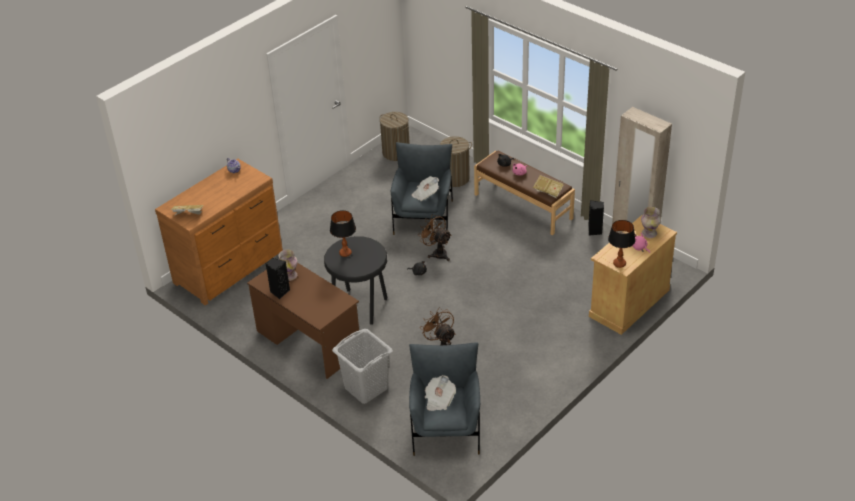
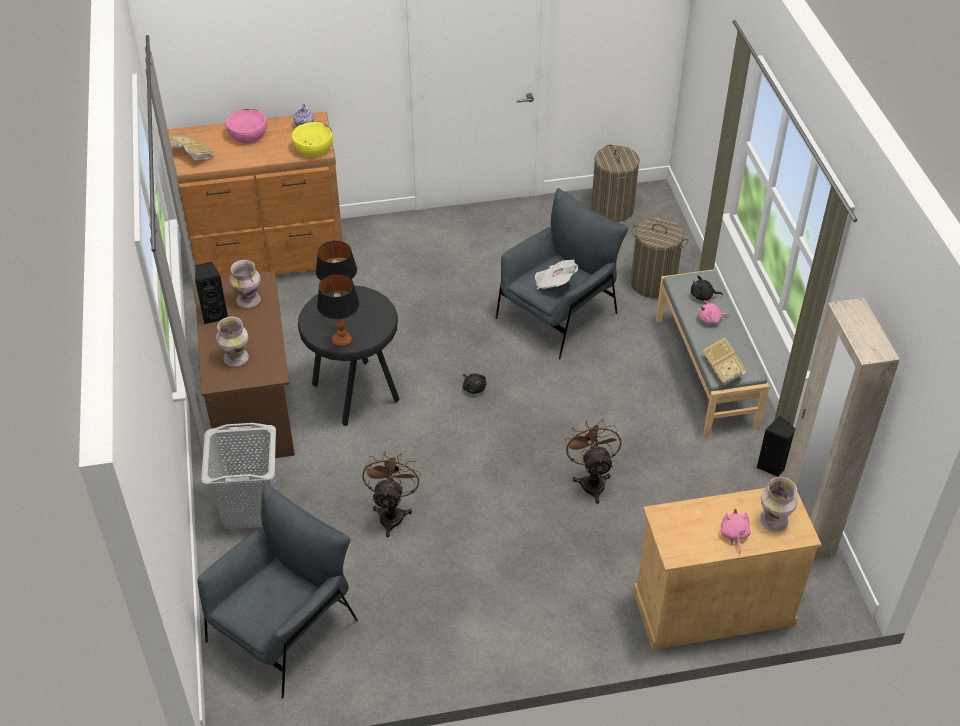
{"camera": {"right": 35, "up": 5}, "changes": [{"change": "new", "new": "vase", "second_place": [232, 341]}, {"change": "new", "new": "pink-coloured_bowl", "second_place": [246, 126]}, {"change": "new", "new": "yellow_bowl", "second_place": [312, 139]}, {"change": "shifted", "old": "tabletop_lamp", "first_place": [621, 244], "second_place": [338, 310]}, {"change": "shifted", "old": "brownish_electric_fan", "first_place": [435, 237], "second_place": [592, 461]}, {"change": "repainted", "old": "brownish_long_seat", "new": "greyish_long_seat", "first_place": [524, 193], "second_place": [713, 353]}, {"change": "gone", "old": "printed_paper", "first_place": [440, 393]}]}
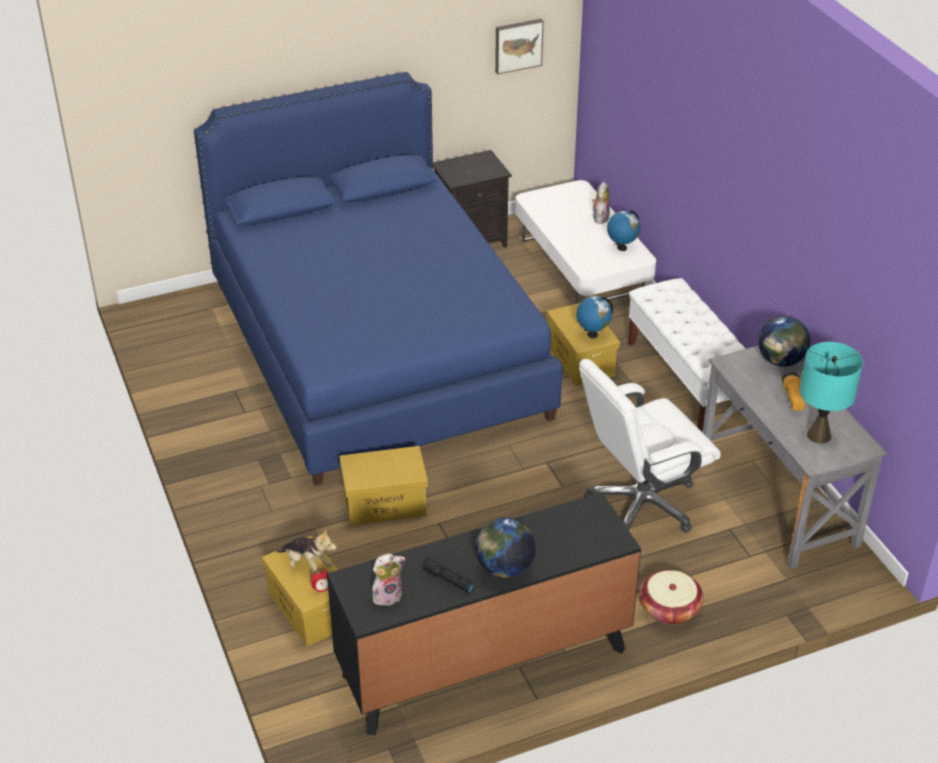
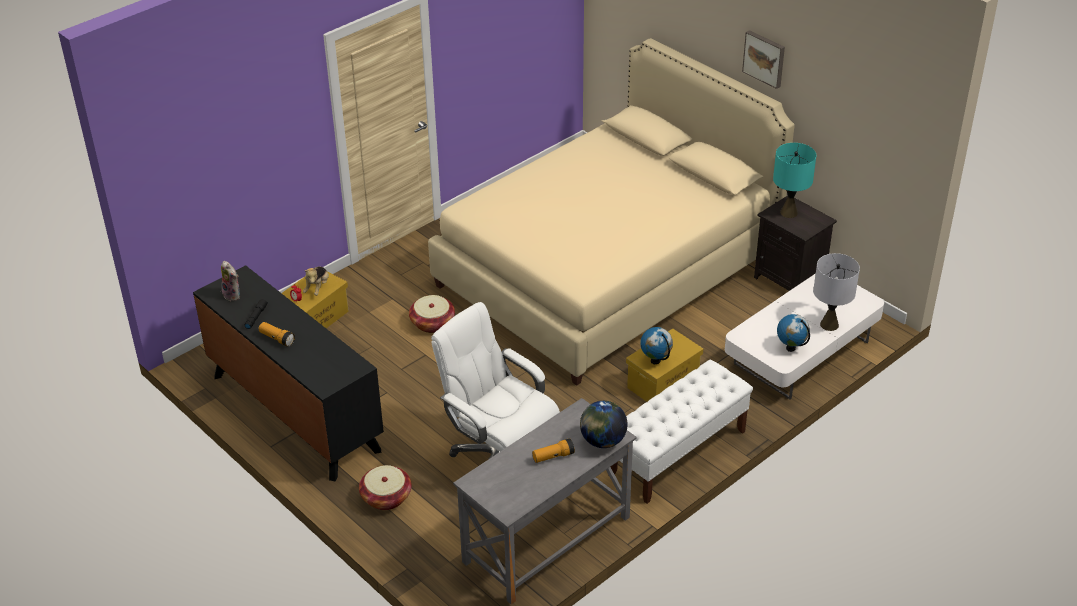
{"camera": {"right": 70, "up": 0}, "changes": [{"change": "swapped", "old": "world_globe", "new": "hand_torch", "first_place": [506, 548], "second_place": [277, 334]}, {"change": "swapped", "old": "yellow_storage_container", "new": "household_basket", "first_place": [383, 485], "second_place": [432, 314]}, {"change": "repainted", "old": "blue_sleeping_bed", "new": "beige_sleeping_bed", "first_place": [378, 278], "second_place": [611, 212]}, {"change": "shifted", "old": "picture", "first_place": [519, 46], "second_place": [763, 59]}, {"change": "shifted", "old": "turquoise-coloured_tabletop_lamp", "first_place": [831, 393], "second_place": [794, 180]}, {"change": "swapped", "old": "plush_toy", "new": "greyish_tabletop_lamp", "first_place": [601, 203], "second_place": [836, 292]}]}
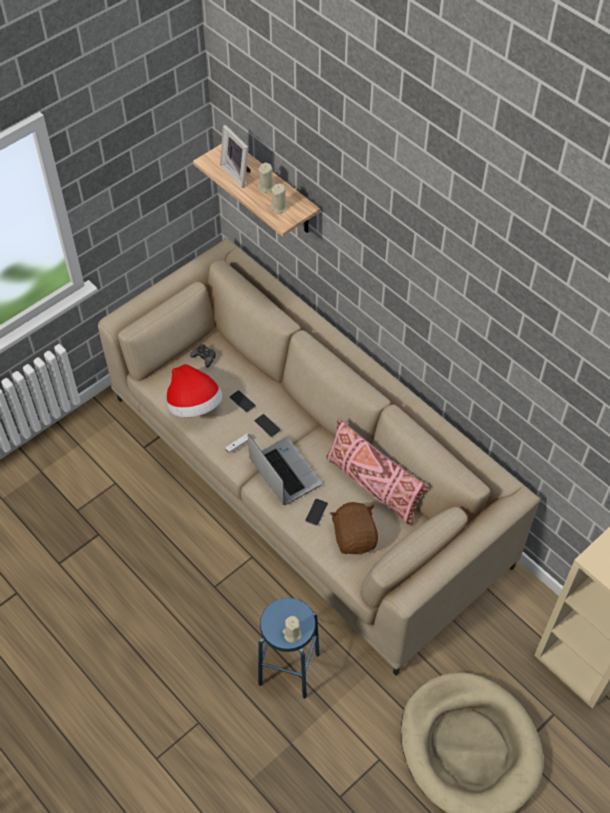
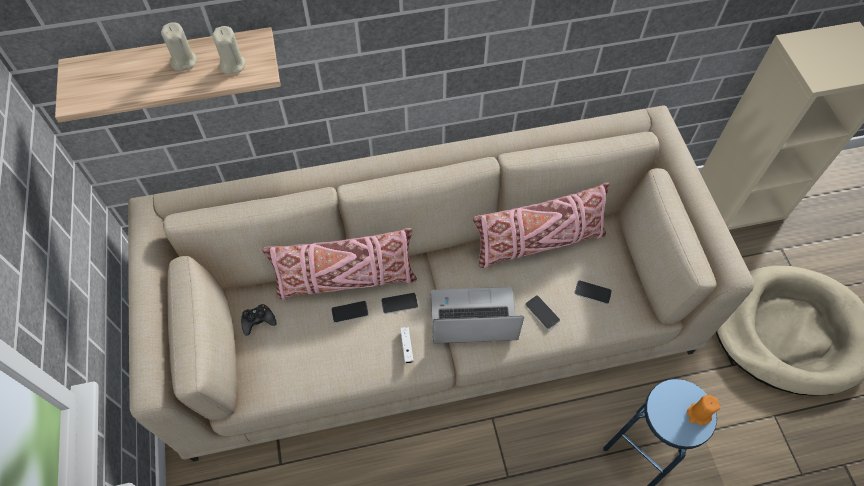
{"camera": {"right": -60, "up": 5}, "changes": [{"change": "new", "new": "pink-coloured_throw_pillow", "second_place": [339, 264]}, {"change": "swapped", "old": "brownish_plush_toy", "new": "telephone", "first_place": [354, 528], "second_place": [593, 292]}, {"change": "repainted", "old": "beige_candle", "new": "orange-coloured_candle", "first_place": [292, 629], "second_place": [703, 410]}, {"change": "gone", "old": "hat", "first_place": [194, 391]}, {"change": "gone", "old": "picture_frame", "first_place": [235, 156]}]}
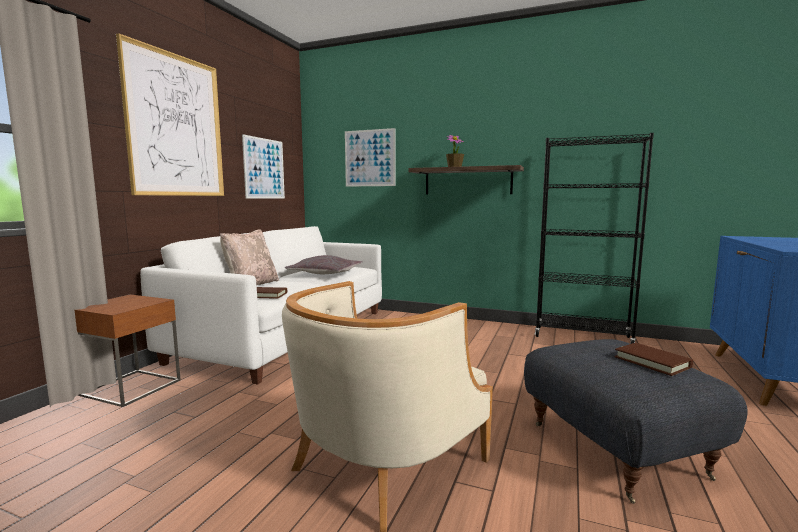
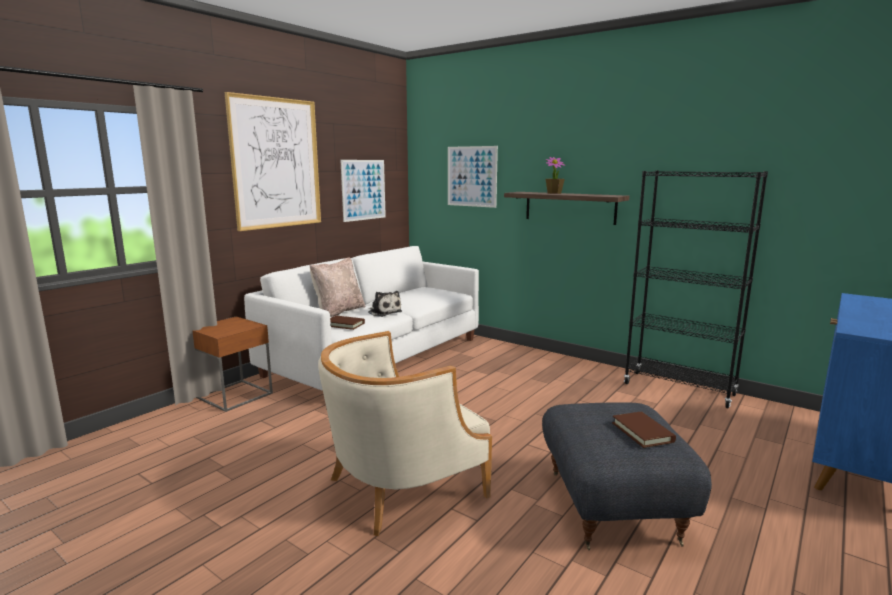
{"camera": {"right": 15, "up": 5}, "changes": [{"change": "new", "new": "plush_toy", "second_place": [385, 304]}, {"change": "gone", "old": "greyish_throw_pillow", "first_place": [324, 264]}]}
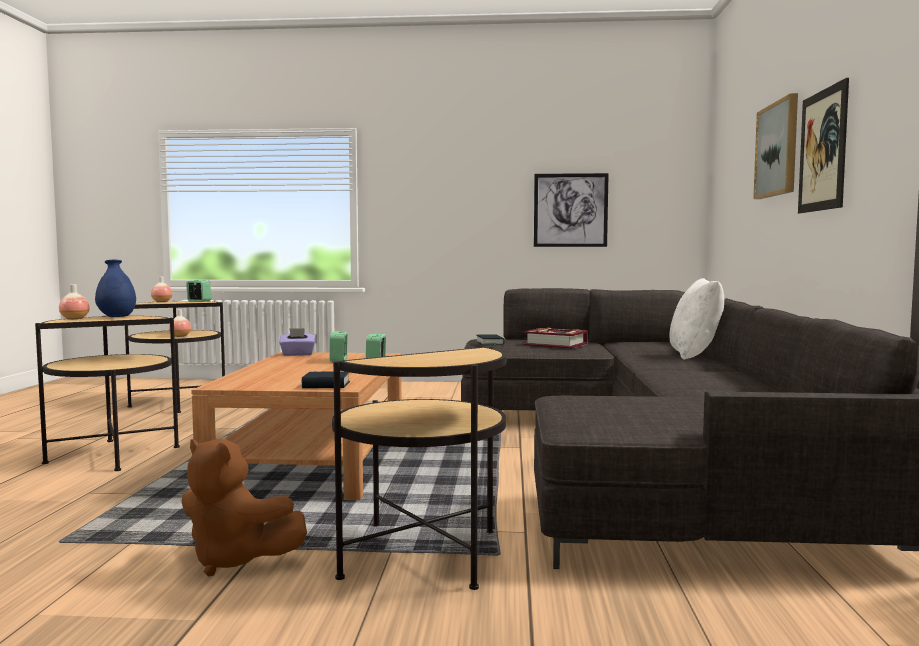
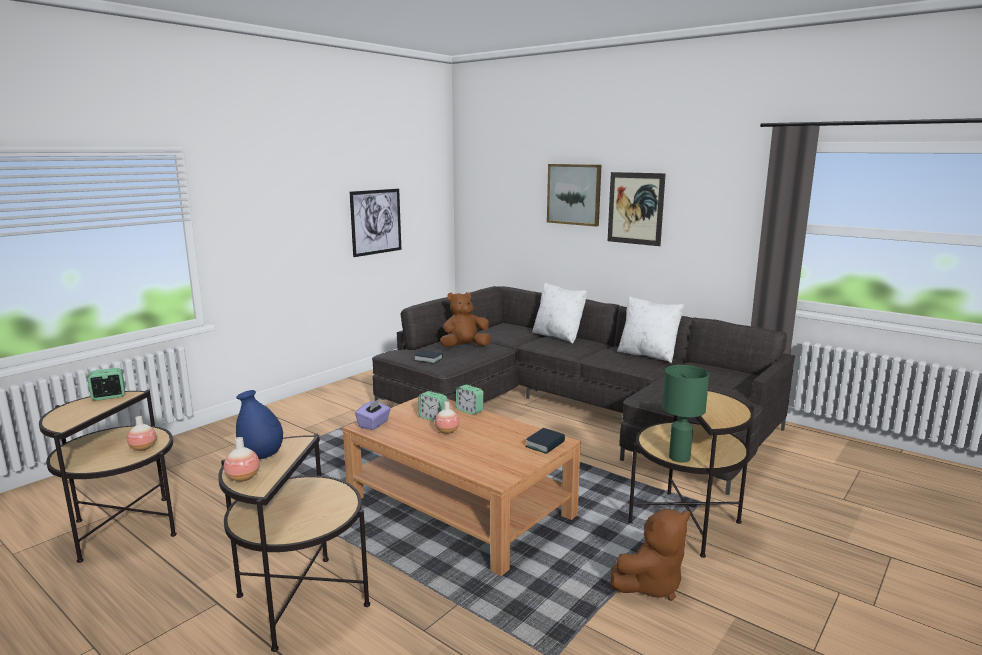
{"camera": {"right": -55, "up": 10}, "changes": [{"change": "shifted", "old": "vase", "first_place": [161, 289], "second_place": [447, 417]}, {"change": "swapped", "old": "book", "new": "brownish_plush_toy", "first_place": [556, 338], "second_place": [465, 319]}, {"change": "new", "new": "white-coloured_throw_pillow", "second_place": [650, 329]}, {"change": "new", "new": "greenish_tabletop_lamp", "second_place": [685, 414]}]}
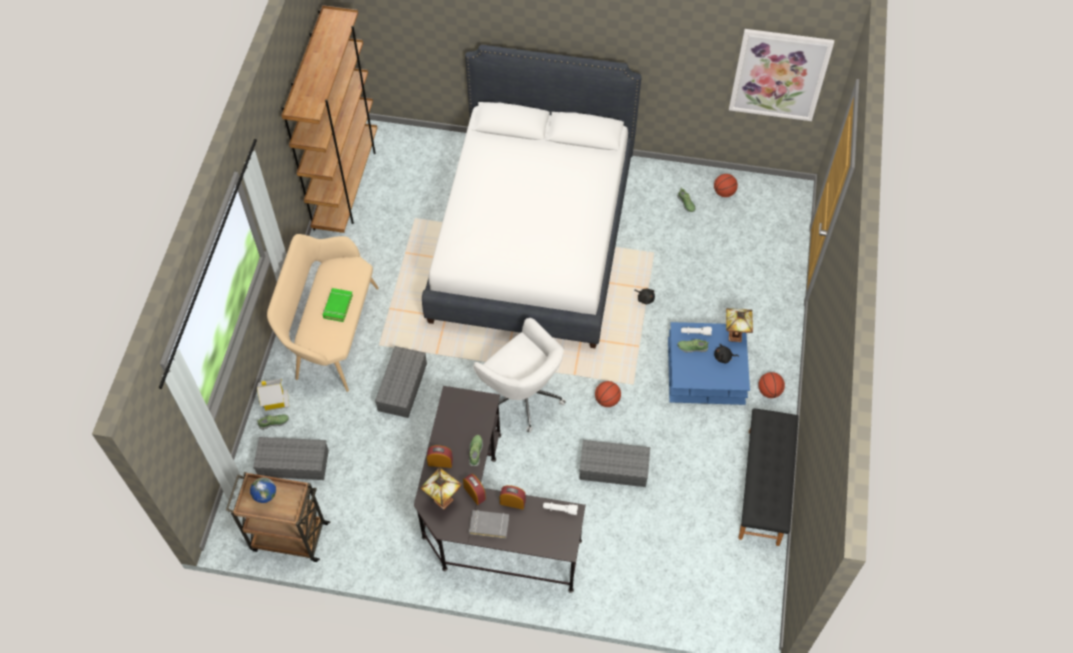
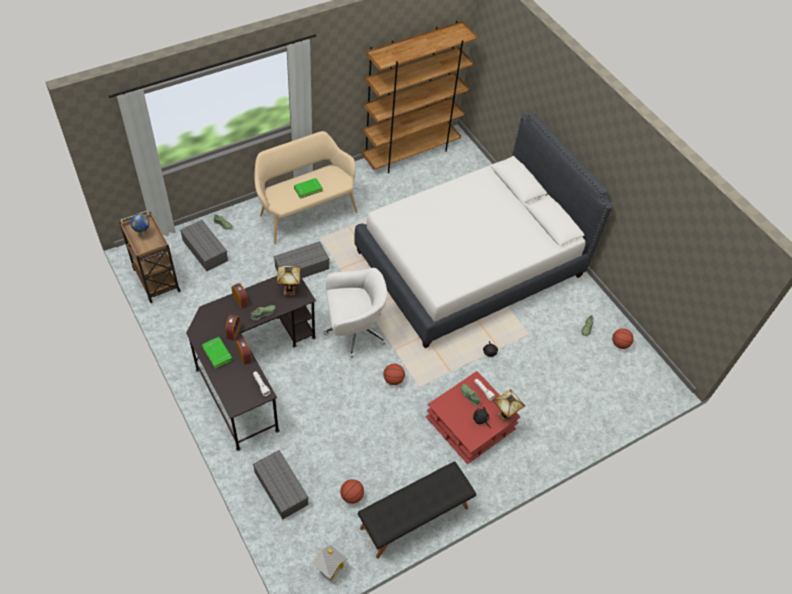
{"camera": {"right": 45, "up": -5}, "changes": [{"change": "repainted", "old": "greyish_book", "new": "greenish_book", "first_place": [489, 524], "second_place": [217, 353]}, {"change": "shifted", "old": "greyish_storage_container", "first_place": [614, 463], "second_place": [280, 485]}, {"change": "shifted", "old": "tabletop_lamp", "first_place": [441, 488], "second_place": [289, 281]}, {"change": "shifted", "old": "miniature_house", "first_place": [273, 395], "second_place": [330, 564]}, {"change": "rotated", "old": "white-coloured_computer_chair", "first_place": [519, 375], "second_place": [355, 313], "degrees": -105}, {"change": "shifted", "old": "basketball", "first_place": [771, 385], "second_place": [352, 491]}, {"change": "repainted", "old": "blue_coffee_table", "new": "reddish_coffee_table", "first_place": [709, 363], "second_place": [472, 417]}, {"change": "gone", "old": "picture", "first_place": [781, 75]}]}
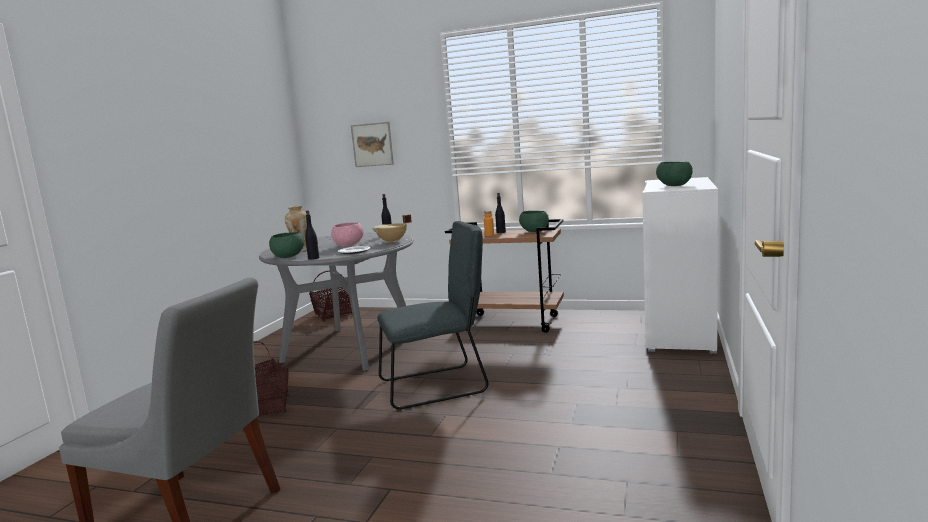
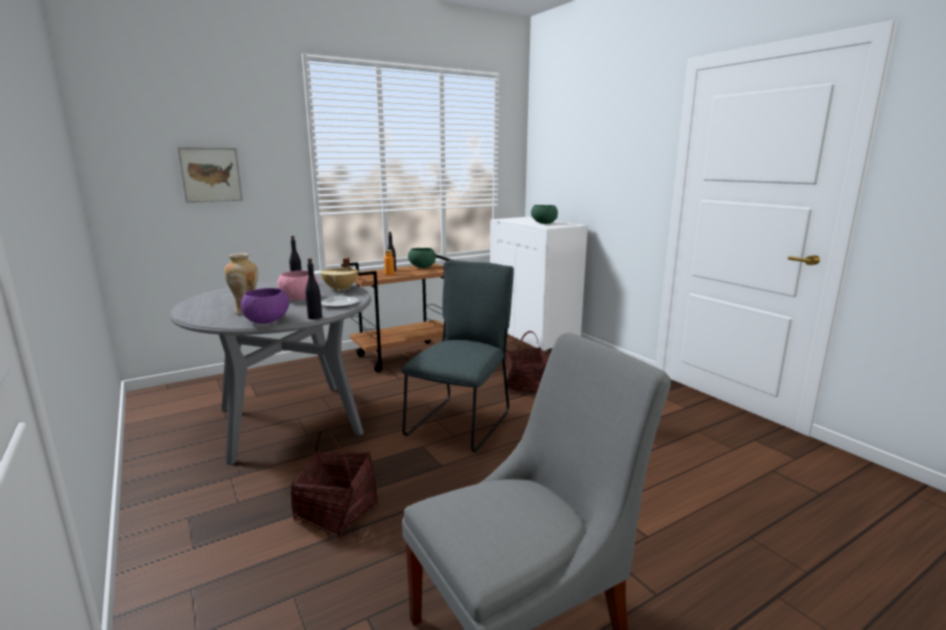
{"camera": {"right": -50, "up": 5}, "changes": [{"change": "repainted", "old": "greenish_bowl", "new": "purple_bowl", "first_place": [286, 245], "second_place": [265, 306]}, {"change": "shifted", "old": "household_basket", "first_place": [331, 296], "second_place": [527, 362]}]}
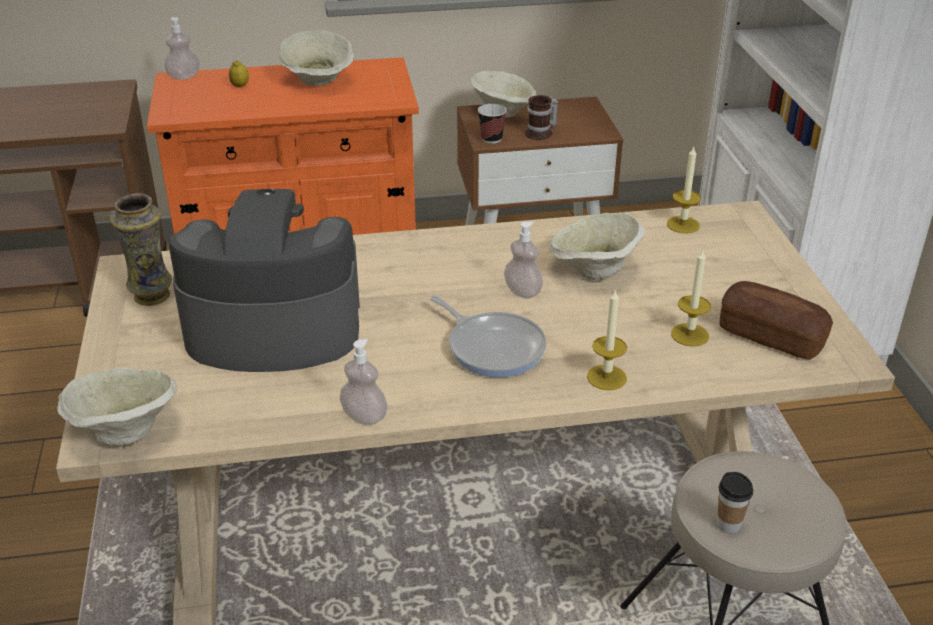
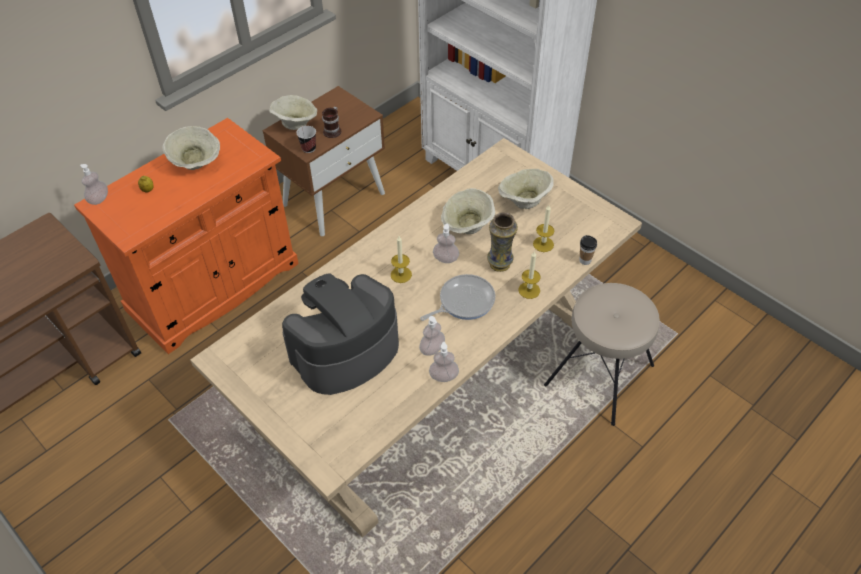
{"camera": {"right": -35, "up": 15}, "changes": [{"change": "shifted", "old": "candle", "first_place": [684, 190], "second_place": [401, 259]}, {"change": "new", "new": "soap_bottle", "second_place": [432, 336]}, {"change": "rotated", "old": "skillet", "first_place": [488, 336], "second_place": [457, 297], "degrees": -45}, {"change": "shifted", "old": "vase", "first_place": [141, 249], "second_place": [502, 242]}, {"change": "shifted", "old": "beige_bowl", "first_place": [117, 407], "second_place": [526, 189]}, {"change": "shifted", "old": "small_cup", "first_place": [735, 503], "second_place": [588, 250]}, {"change": "gone", "old": "baked_bread", "first_place": [776, 320]}]}
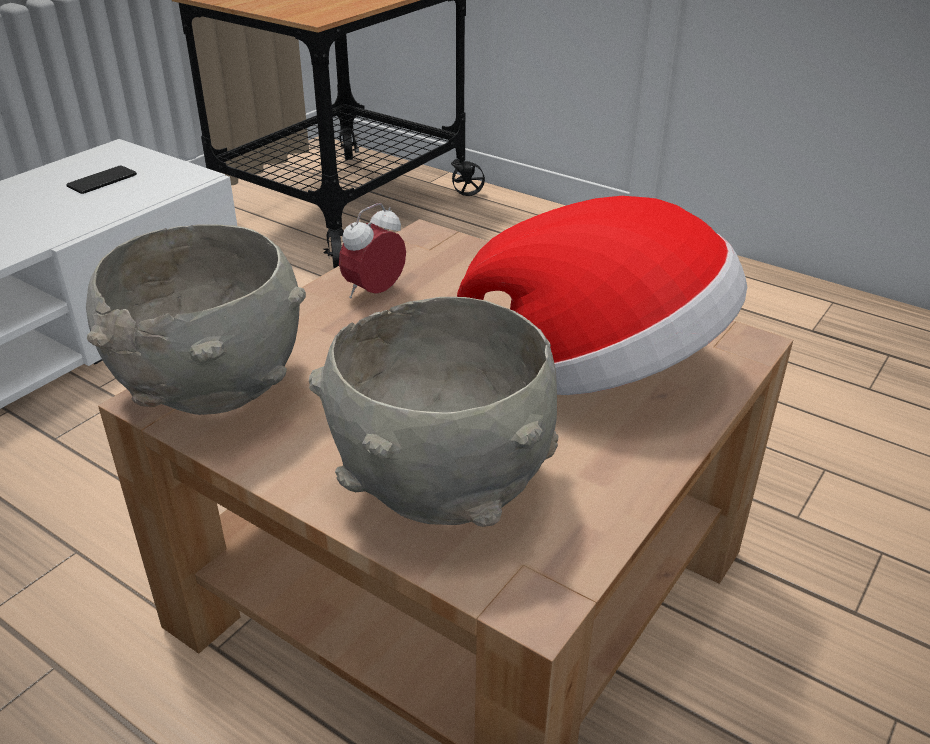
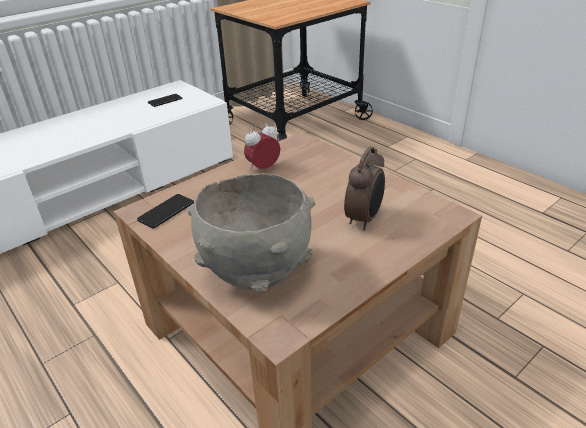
{"camera": {"right": 15, "up": 0}, "changes": [{"change": "swapped", "old": "greyish_bowl", "new": "telephone", "first_place": [196, 320], "second_place": [165, 211]}, {"change": "swapped", "old": "hat", "new": "table_clock", "first_place": [602, 295], "second_place": [364, 188]}]}
